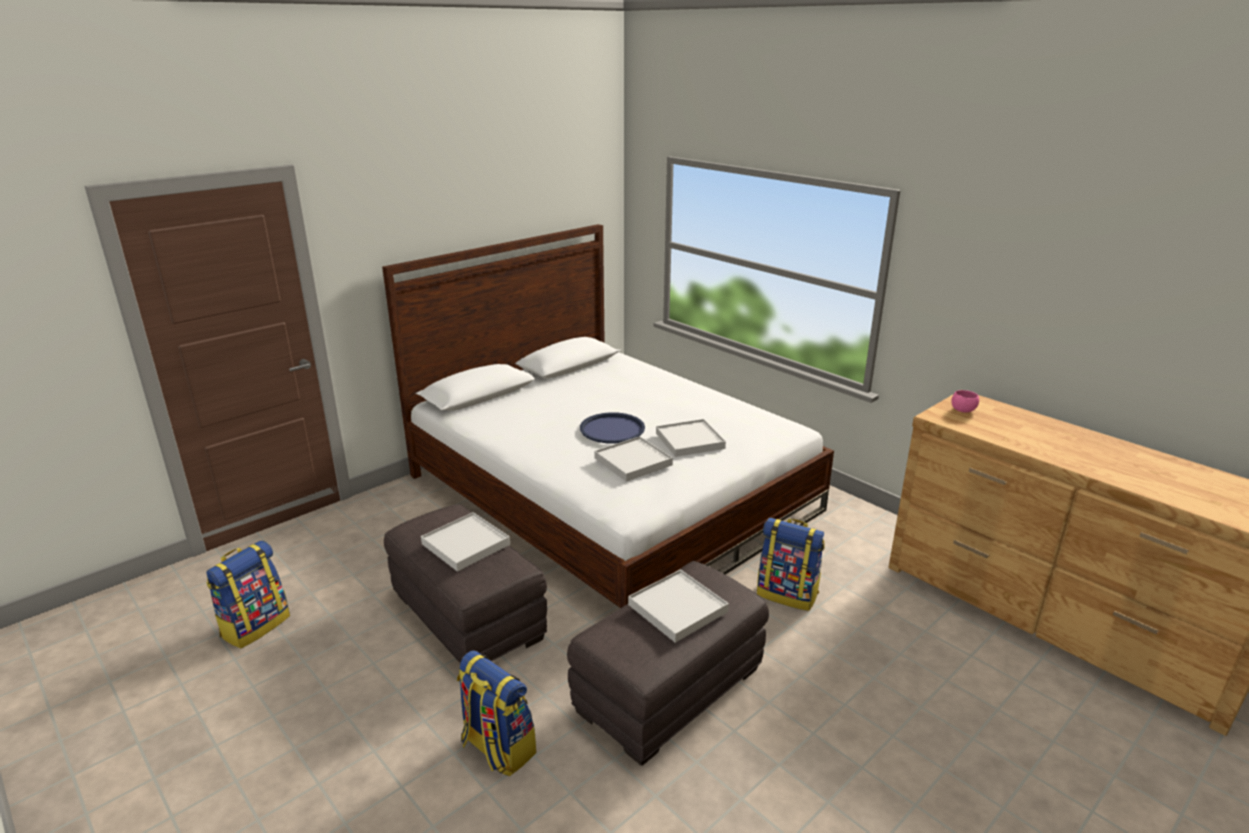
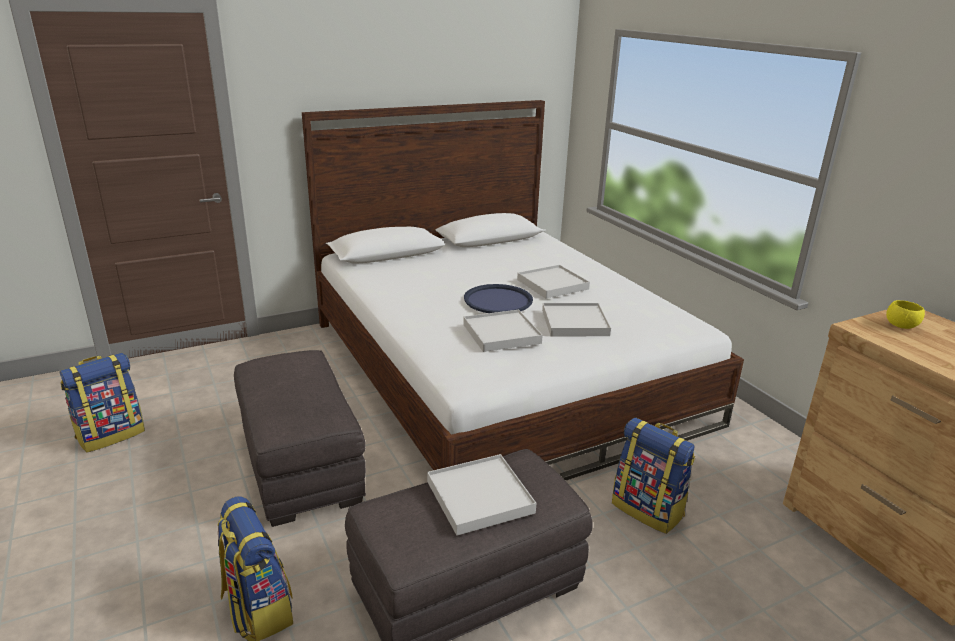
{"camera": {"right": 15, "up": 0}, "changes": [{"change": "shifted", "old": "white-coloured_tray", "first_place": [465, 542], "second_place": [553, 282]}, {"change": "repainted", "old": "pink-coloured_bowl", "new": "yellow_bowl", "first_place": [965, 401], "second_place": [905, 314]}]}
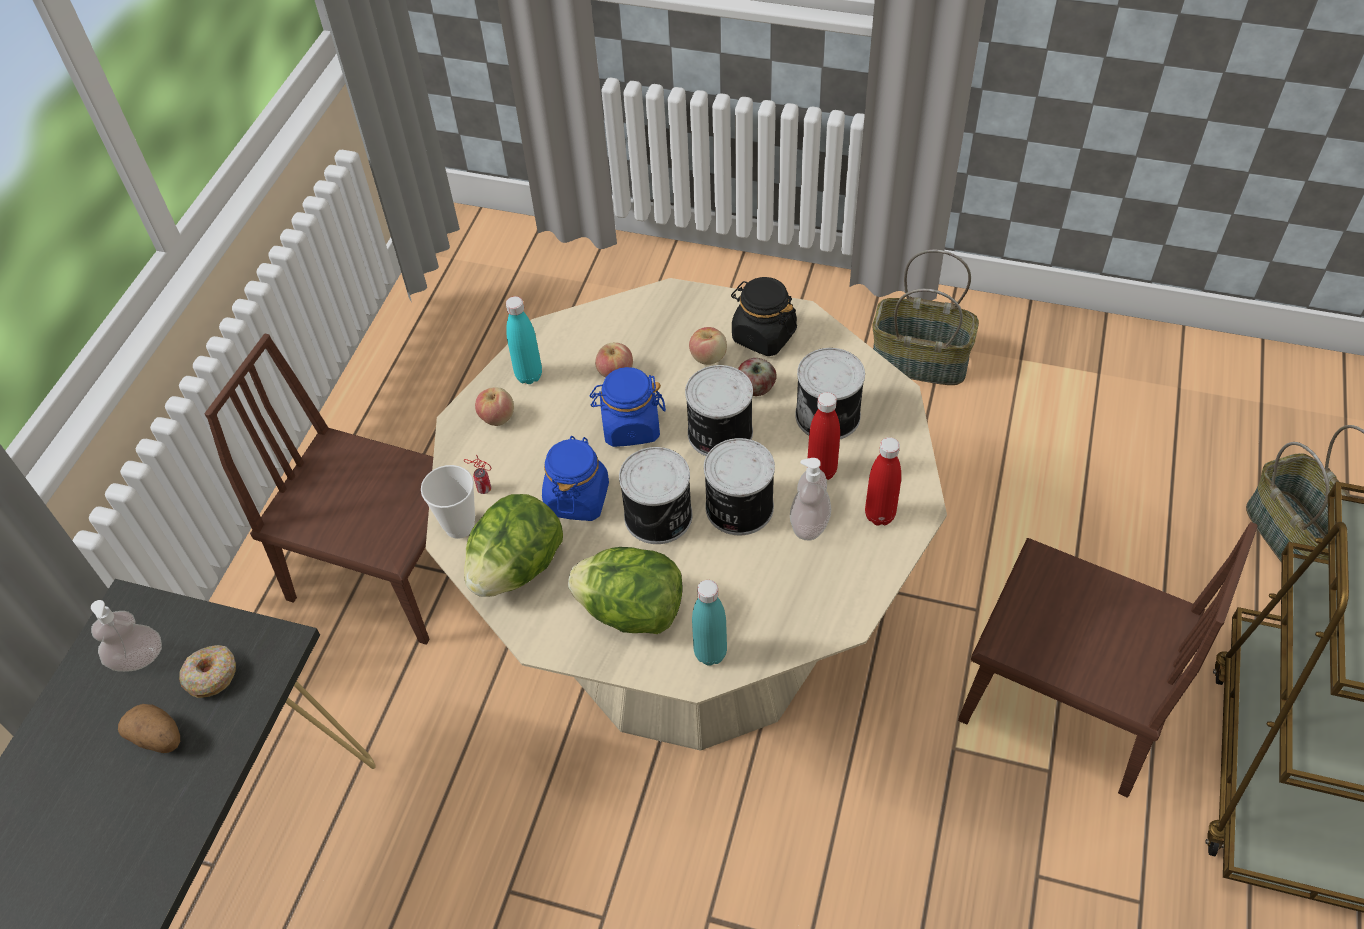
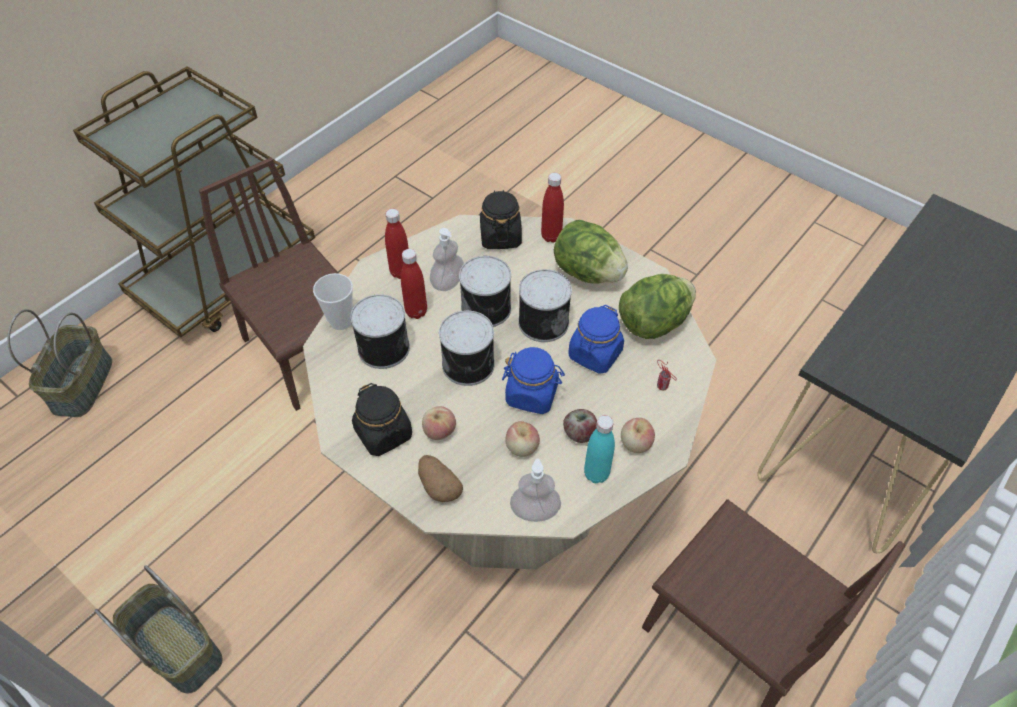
{"camera": {"right": -160, "up": 0}, "changes": [{"change": "shifted", "old": "small_cup", "first_place": [448, 502], "second_place": [333, 301]}, {"change": "shifted", "old": "potato", "first_place": [149, 728], "second_place": [440, 478]}, {"change": "new", "new": "blackish_storage_jar", "second_place": [501, 219]}, {"change": "shifted", "old": "soap_bottle", "first_place": [126, 636], "second_place": [535, 490]}, {"change": "repainted", "old": "turquoise-coloured_bottle", "new": "reddish_bottle", "first_place": [709, 623], "second_place": [552, 208]}, {"change": "shifted", "old": "apple", "first_place": [757, 377], "second_place": [580, 426]}, {"change": "gone", "old": "donut", "first_place": [207, 671]}]}
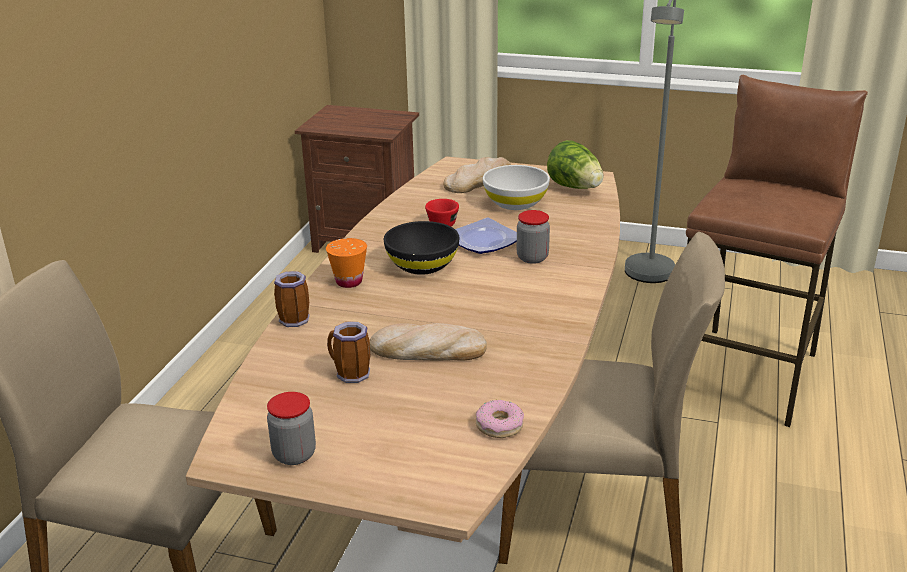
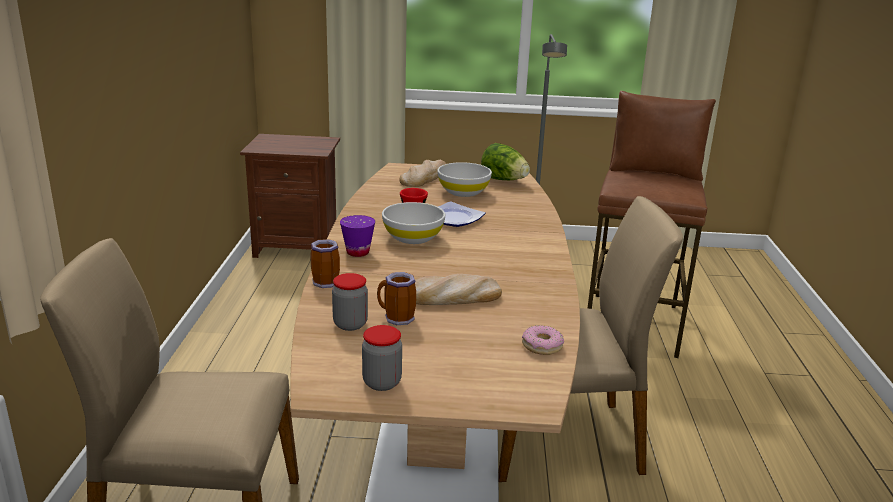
{"camera": {"right": -15, "up": -5}, "changes": [{"change": "shifted", "old": "storage_jar", "first_place": [533, 237], "second_place": [350, 302]}, {"change": "repainted", "old": "orange-coloured_small_cup", "new": "purple_small_cup", "first_place": [346, 263], "second_place": [357, 236]}, {"change": "repainted", "old": "blackish_bowl", "new": "white-coloured_bowl", "first_place": [421, 248], "second_place": [413, 223]}]}
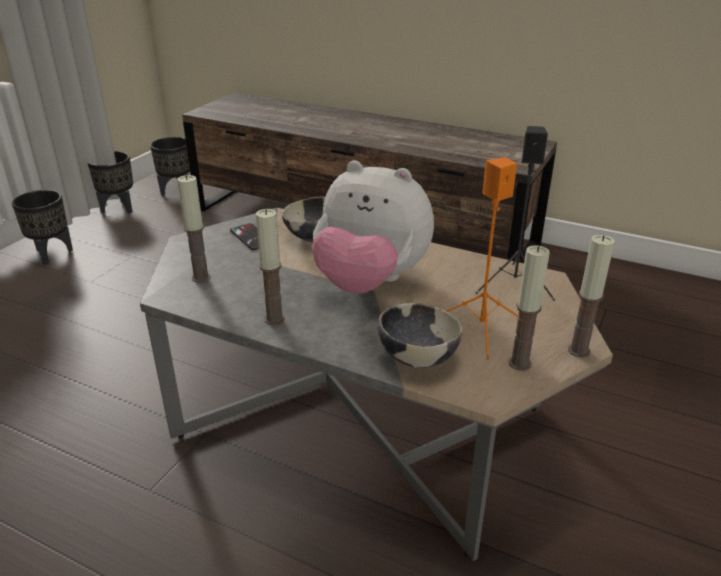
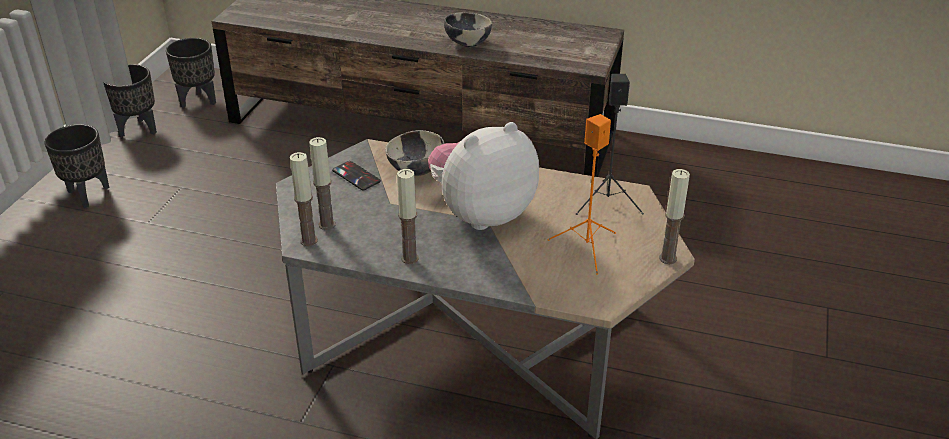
{"camera": {"right": -10, "up": 5}, "changes": [{"change": "shifted", "old": "candle", "first_place": [529, 308], "second_place": [304, 199]}, {"change": "rotated", "old": "plush_toy", "first_place": [372, 227], "second_place": [483, 176], "degrees": 135}, {"change": "shifted", "old": "bowl", "first_place": [420, 335], "second_place": [468, 29]}]}
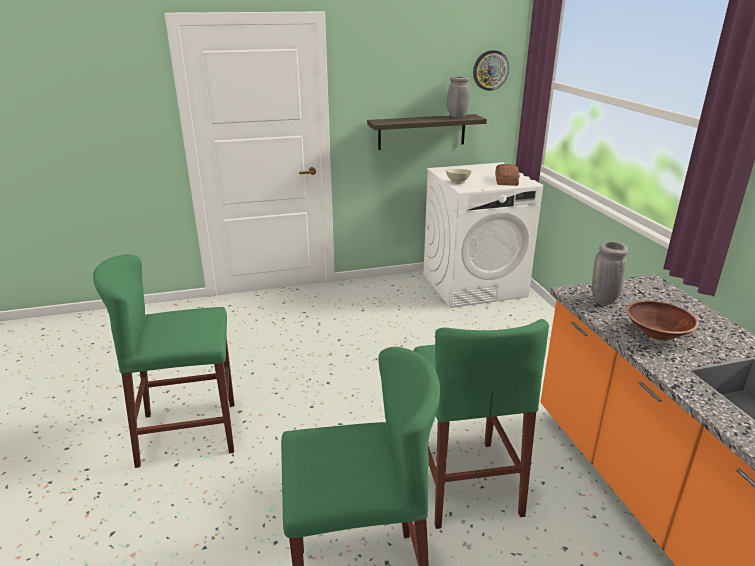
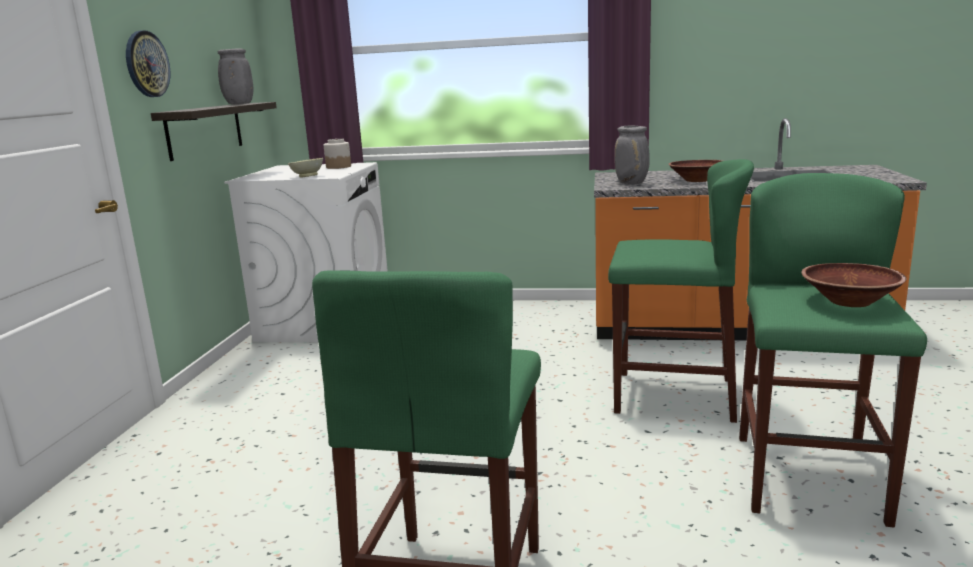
{"camera": {"right": -65, "up": -10}, "changes": [{"change": "shifted", "old": "wall_clock", "first_place": [491, 70], "second_place": [148, 63]}, {"change": "swapped", "old": "baked_bread", "new": "storage_jar", "first_place": [507, 175], "second_place": [337, 154]}, {"change": "new", "new": "brownish_bowl", "second_place": [854, 285]}]}
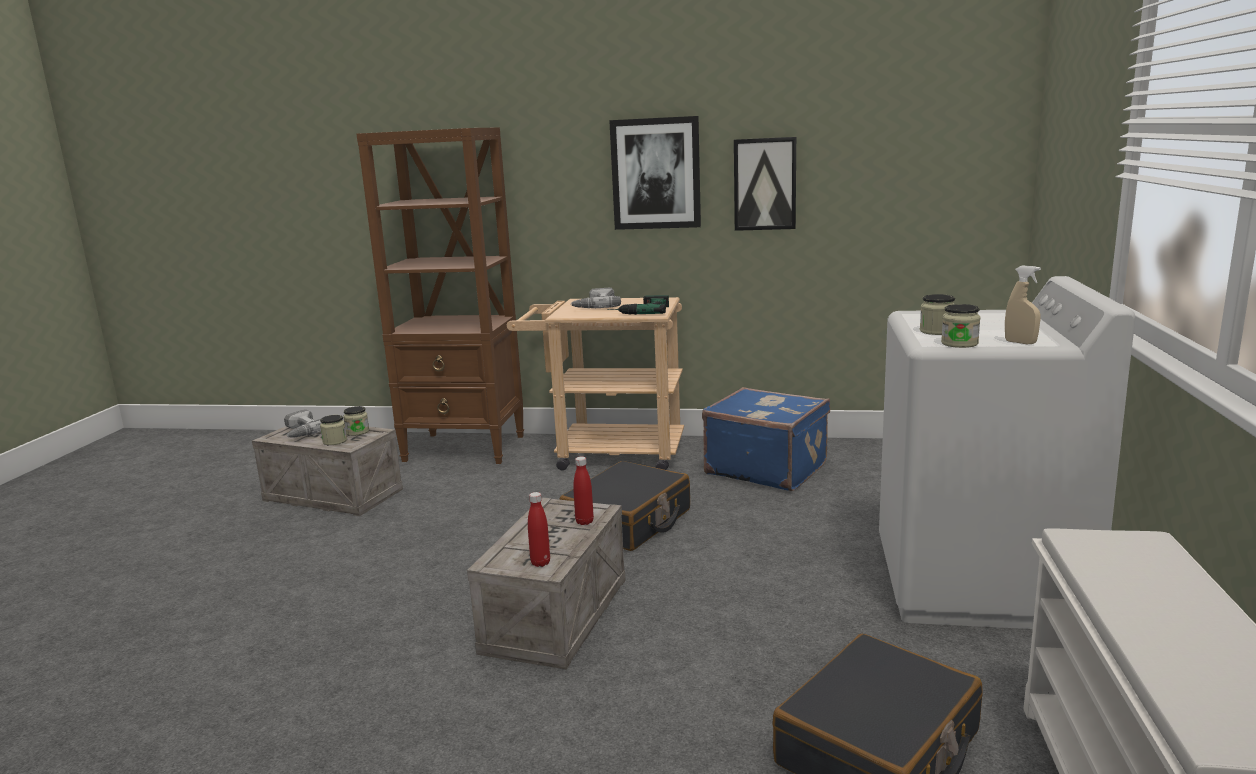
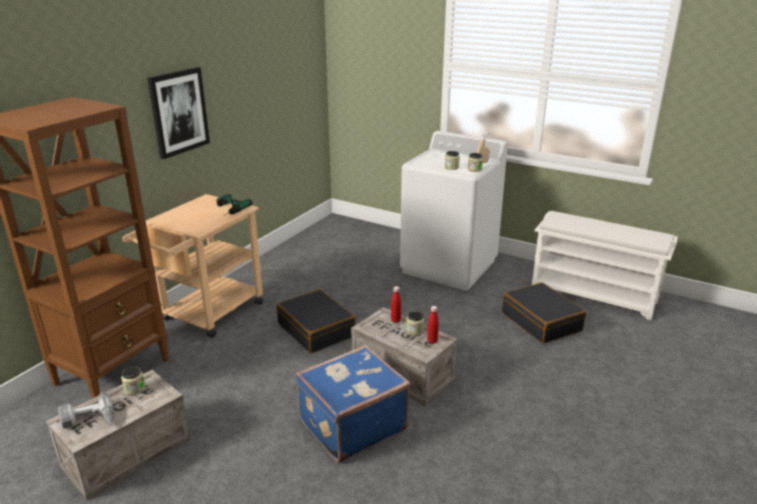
{"camera": {"right": -70, "up": 10}, "changes": [{"change": "shifted", "old": "blue_piece_of_luggage", "first_place": [766, 439], "second_place": [353, 403]}, {"change": "shifted", "old": "storage_jar", "first_place": [333, 430], "second_place": [415, 323]}, {"change": "gone", "old": "drill", "first_place": [596, 298]}, {"change": "gone", "old": "picture", "first_place": [765, 184]}]}
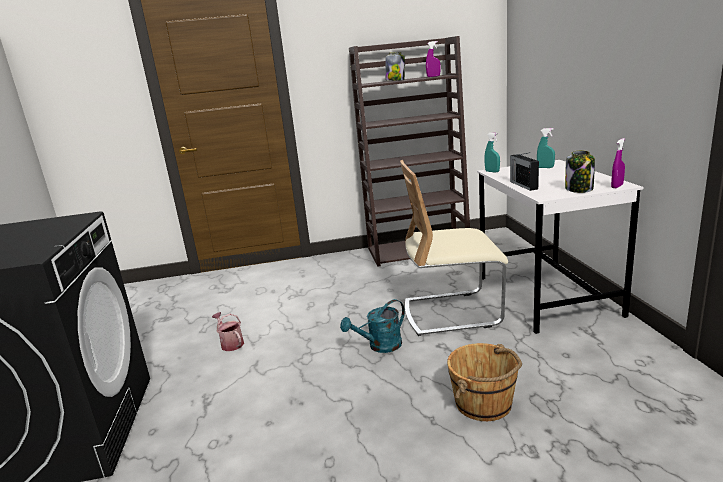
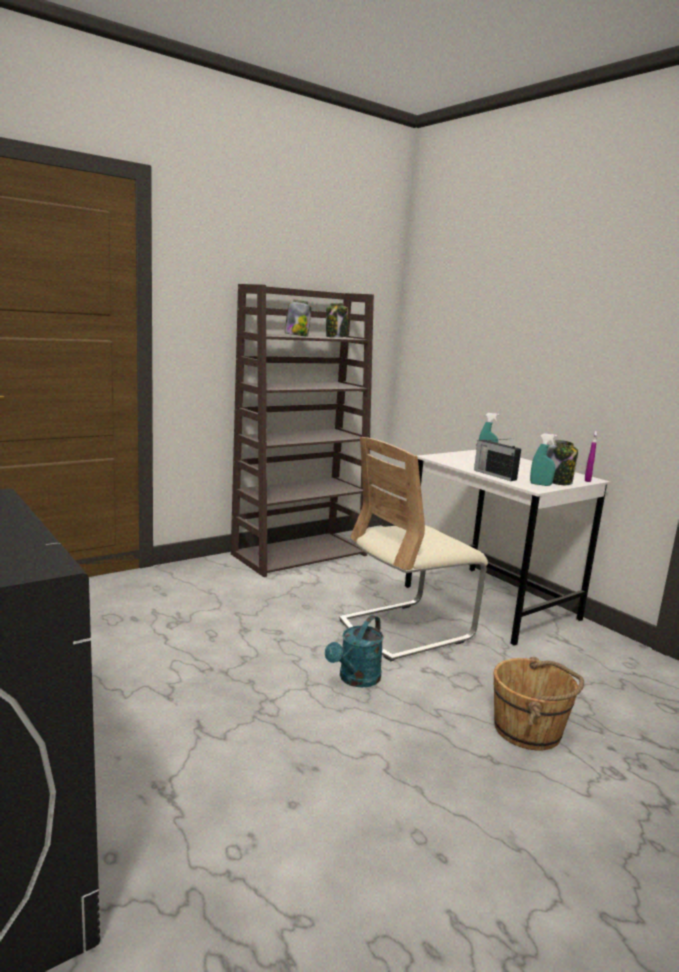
{"camera": {"right": -30, "up": -5}, "changes": [{"change": "swapped", "old": "purple_sprayer", "new": "storage_jar", "first_place": [433, 59], "second_place": [337, 320]}, {"change": "shifted", "old": "turquoise-coloured_sprayer", "first_place": [492, 152], "second_place": [543, 459]}, {"change": "gone", "old": "watering_pot", "first_place": [228, 331]}]}
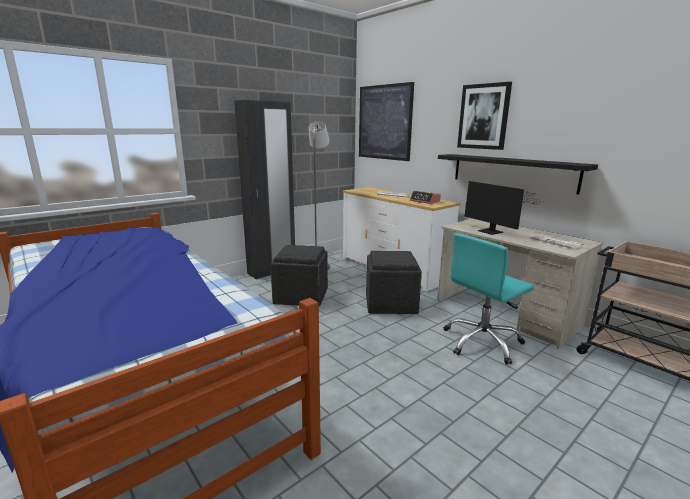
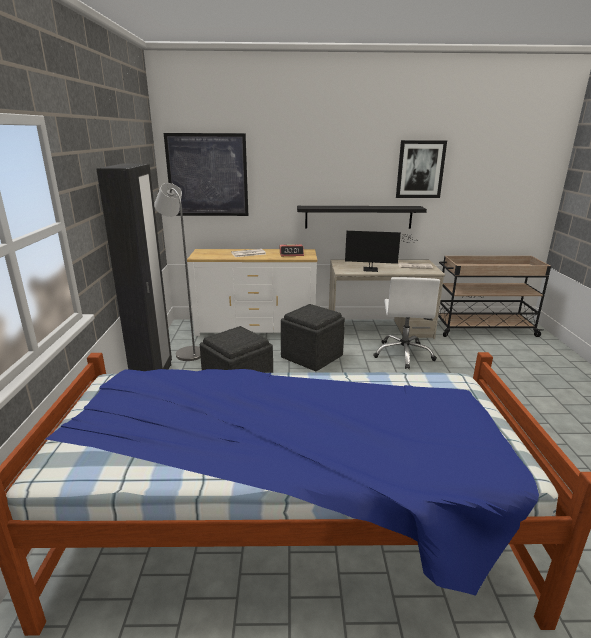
{"camera": {"right": -50, "up": 5}, "changes": [{"change": "repainted", "old": "turquoise-coloured_computer_chair", "new": "white-coloured_computer_chair", "first_place": [489, 299], "second_place": [406, 323]}, {"change": "shifted", "old": "picture", "first_place": [484, 116], "second_place": [421, 169]}]}
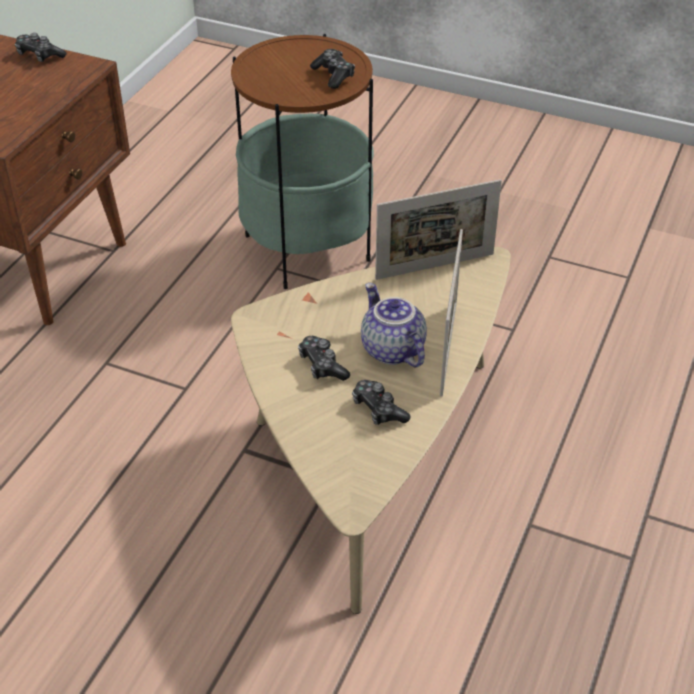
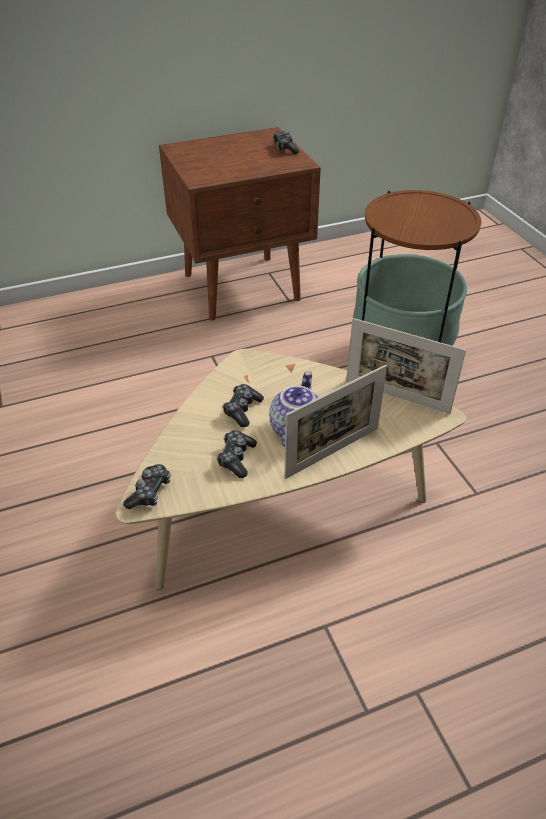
{"camera": {"right": 45, "up": 0}, "changes": [{"change": "shifted", "old": "gamepad", "first_place": [332, 69], "second_place": [147, 486]}]}
